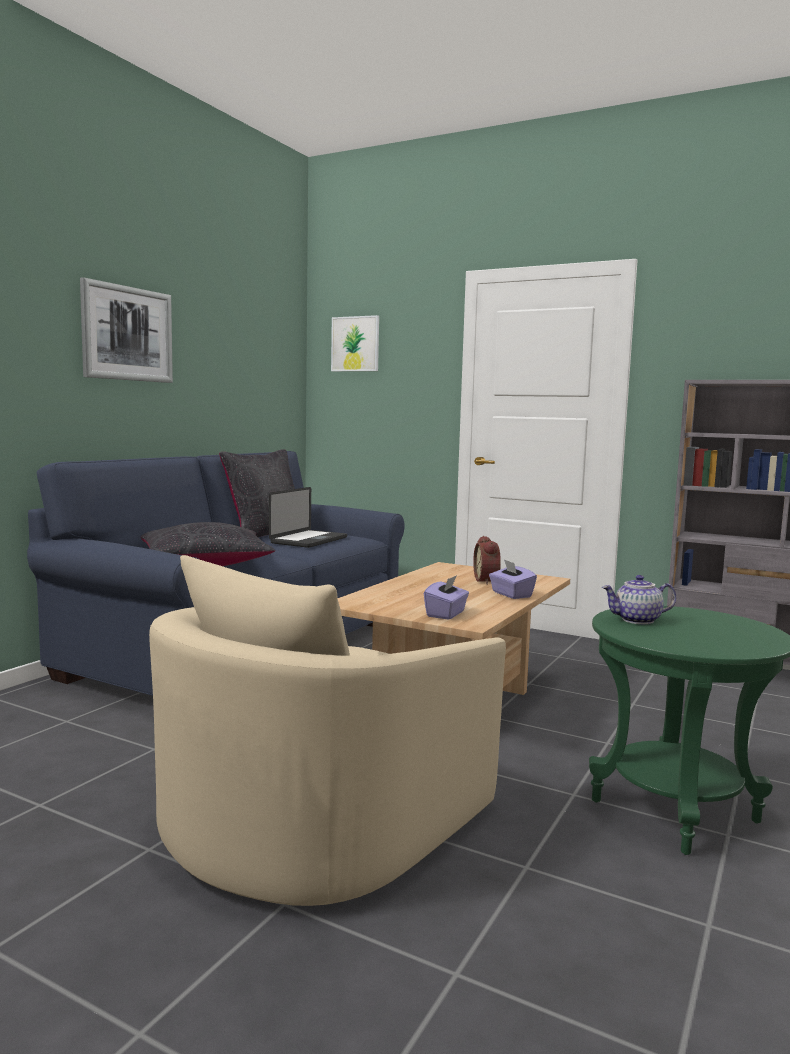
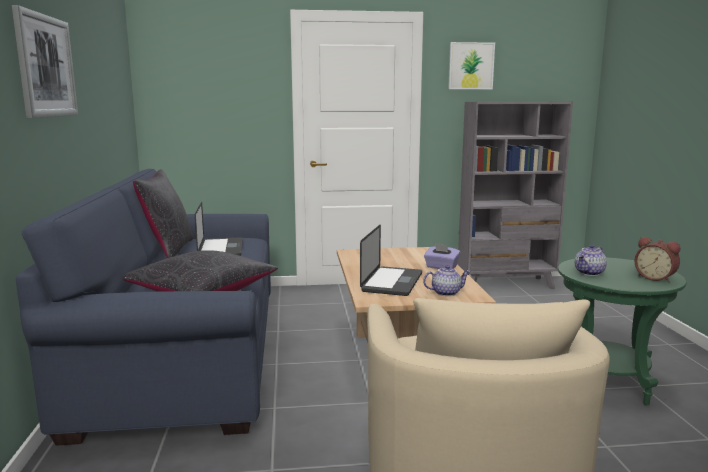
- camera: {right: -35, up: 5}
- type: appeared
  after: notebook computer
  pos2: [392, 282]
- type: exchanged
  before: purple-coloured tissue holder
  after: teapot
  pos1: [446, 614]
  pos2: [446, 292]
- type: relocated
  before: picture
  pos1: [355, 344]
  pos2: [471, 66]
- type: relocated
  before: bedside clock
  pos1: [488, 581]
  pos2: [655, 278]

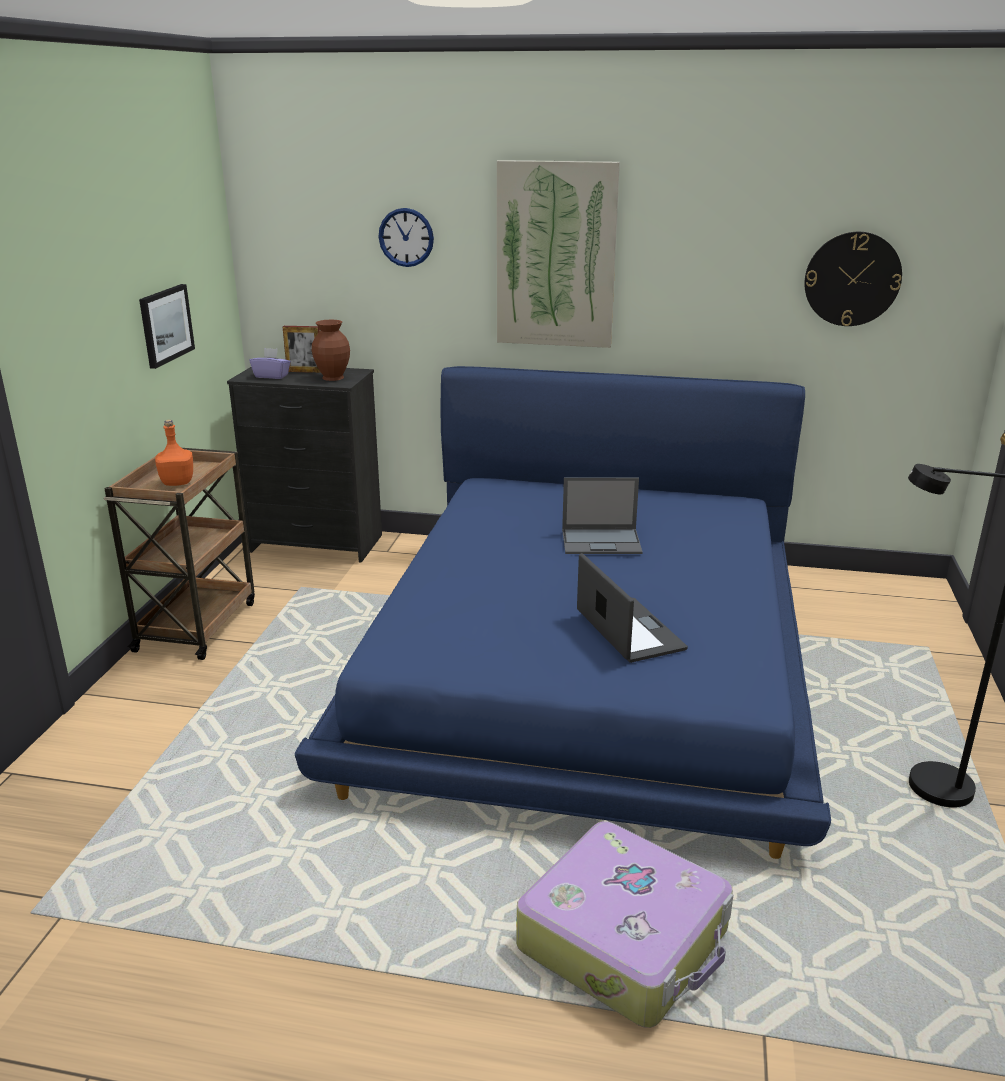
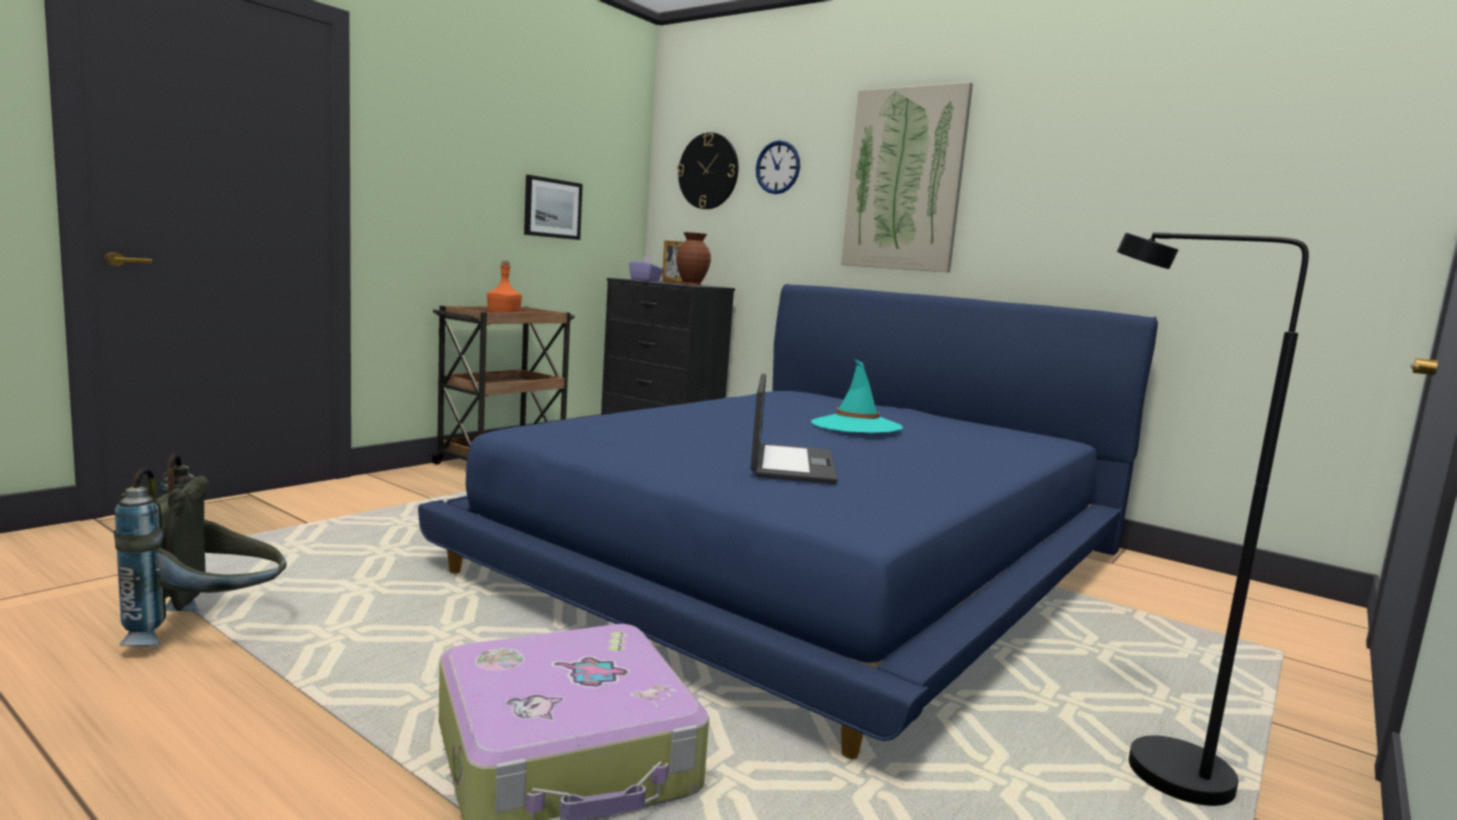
- camera: {right: 25, up: -15}
- type: appeared
  after: greyish backpack
  pos2: [210, 630]
- type: relocated
  before: clock on the wall
  pos1: [852, 279]
  pos2: [708, 171]
- type: exchanged
  before: notebook computer
  after: blue-green wearable hat
  pos1: [602, 541]
  pos2: [855, 426]

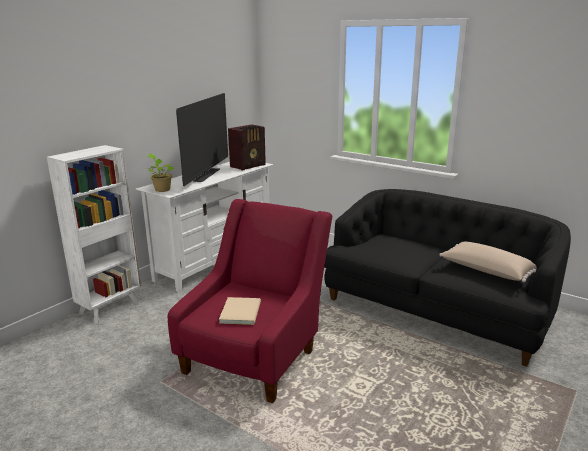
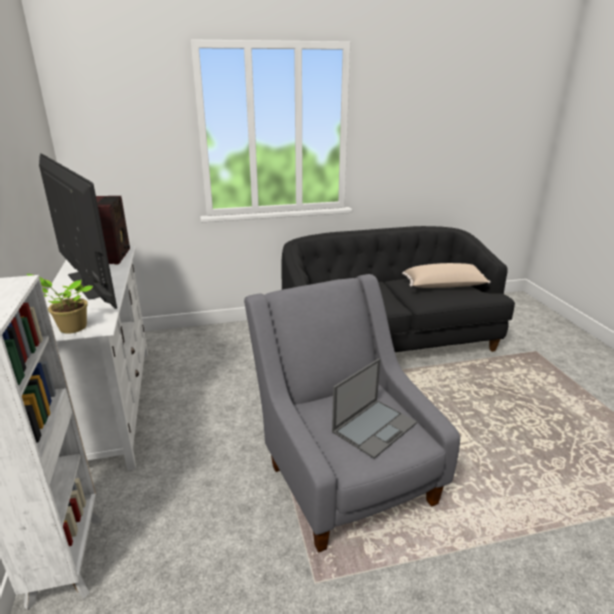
- camera: {right: -50, up: 5}
- type: colour
  before: red-coloured armchair
  after: greyish armchair
  pos1: [255, 355]
  pos2: [344, 473]
- type: exchanged
  before: beige volume
  after: notebook computer
  pos1: [242, 311]
  pos2: [375, 427]

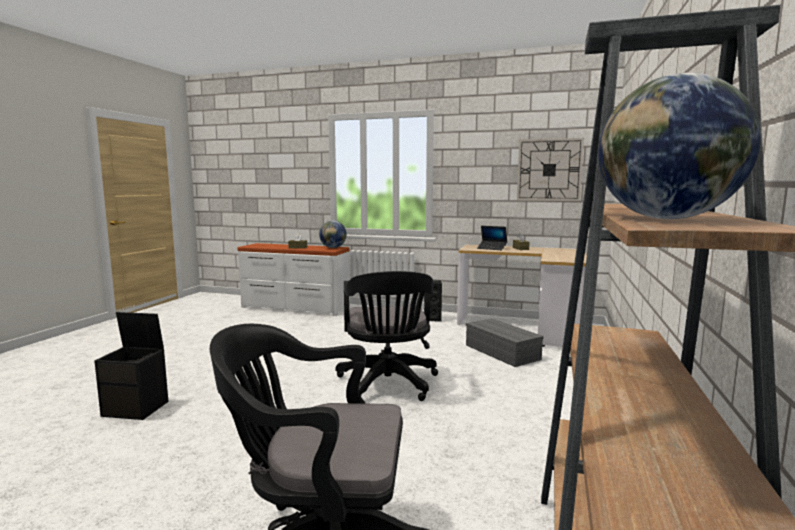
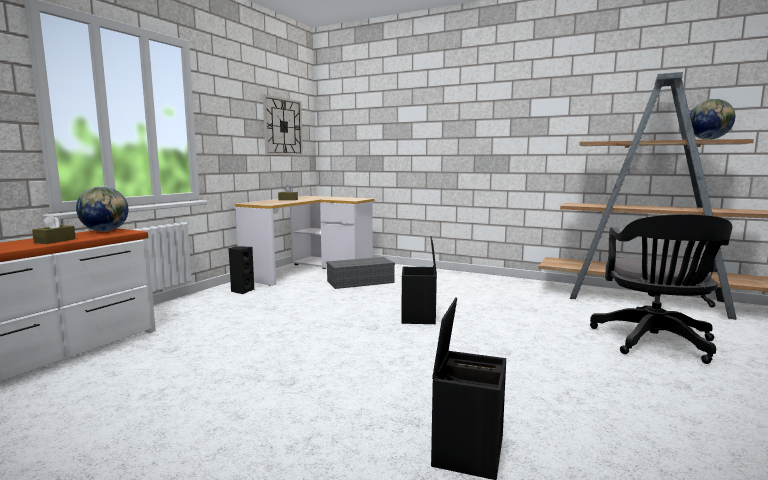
- camera: {right: -80, up: 0}
- type: exchanged
  before: black desk chair
  after: black storage bin
  pos1: [388, 385]
  pos2: [419, 317]
- type: missing
  before: notebook computer
  pos1: [492, 248]

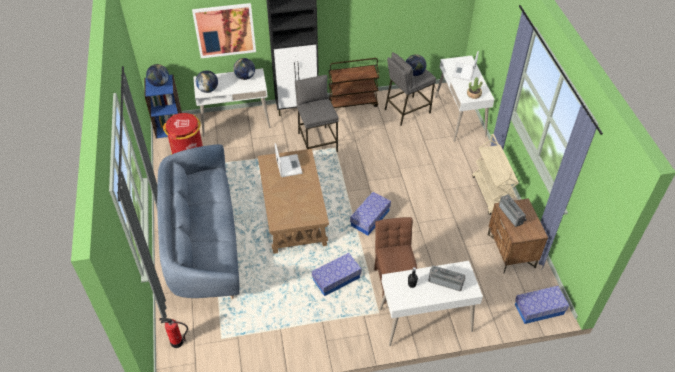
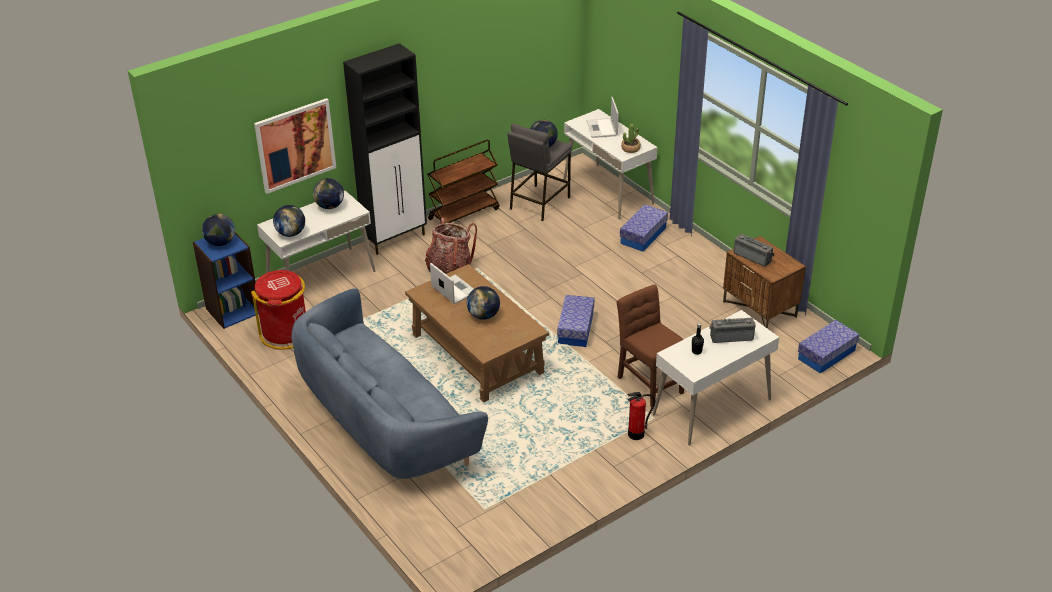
- camera: {right: -25, up: -10}
- type: exchanged
  before: greyish stool seat
  after: backpack
  pos1: [317, 142]
  pos2: [450, 269]
- type: appeared
  after: globe
  pos2: [483, 315]
- type: relocated
  before: storage bin
  pos1: [336, 279]
  pos2: [643, 235]
- type: relocated
  before: extinguisher
  pos1: [177, 342]
  pos2: [636, 434]
- type: missing
  before: beige wheeled cart
  pos1: [491, 194]

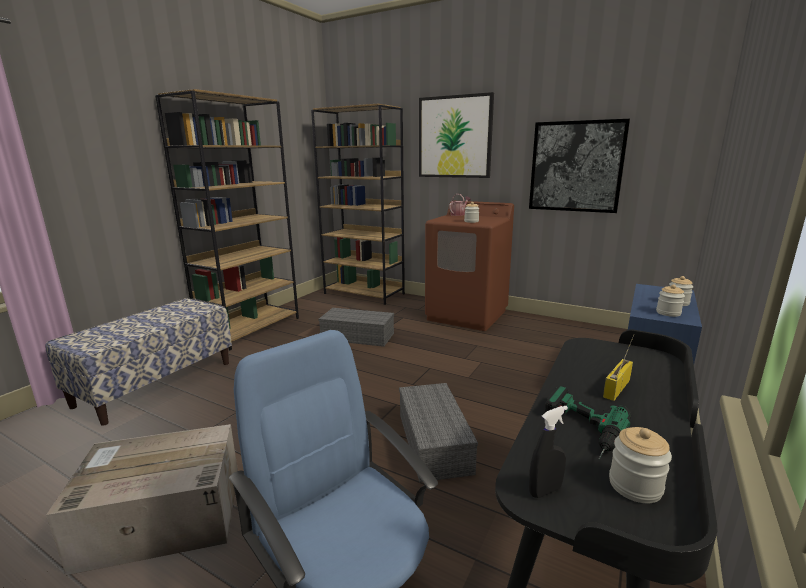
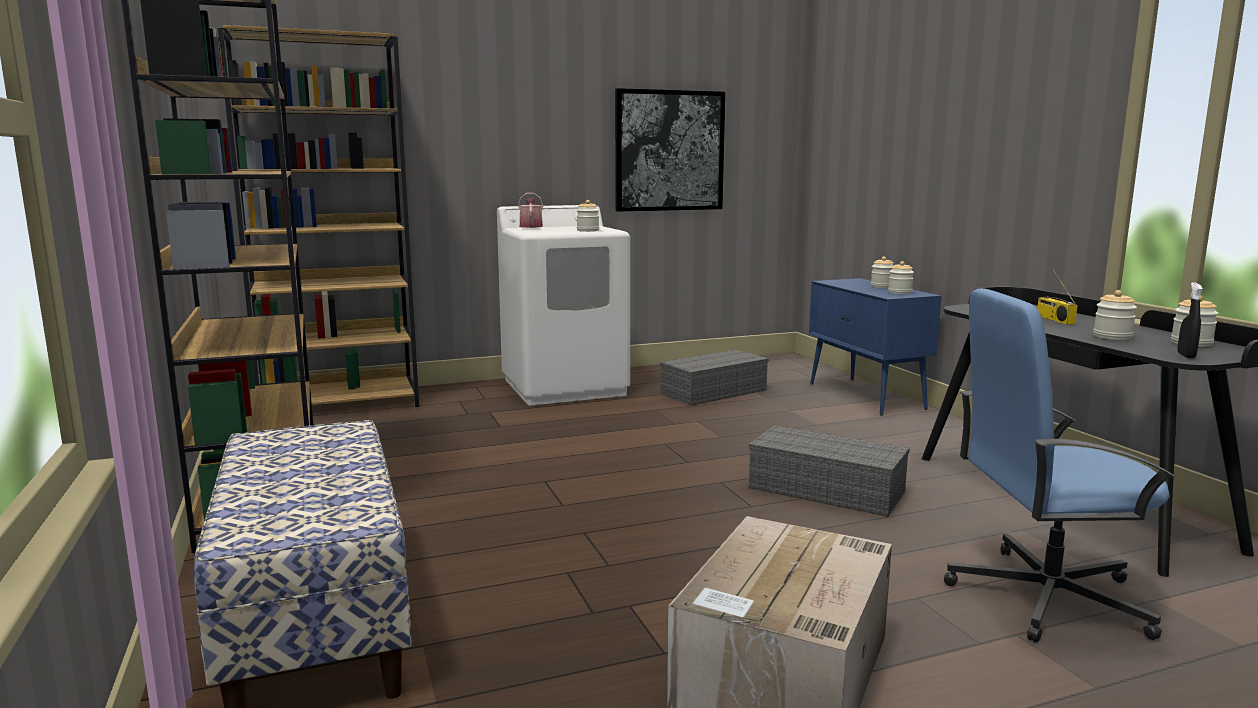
- camera: {right: -50, up: -5}
- type: colour
  before: brown-coloured laundry appliance
  after: white laundry appliance
  pos1: [467, 315]
  pos2: [565, 387]
- type: relocated
  before: greyish storage bin
  pos1: [359, 336]
  pos2: [714, 391]
- type: exchanged
  before: power drill
  after: preserve jar
  pos1: [580, 430]
  pos2: [1112, 337]
- type: missing
  before: picture
  pos1: [454, 137]

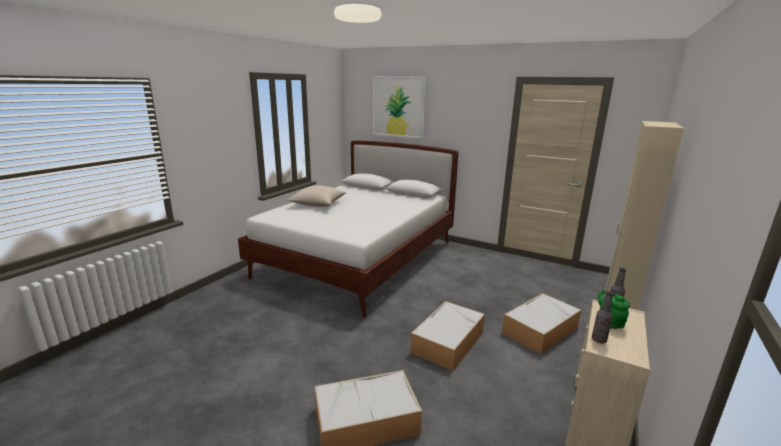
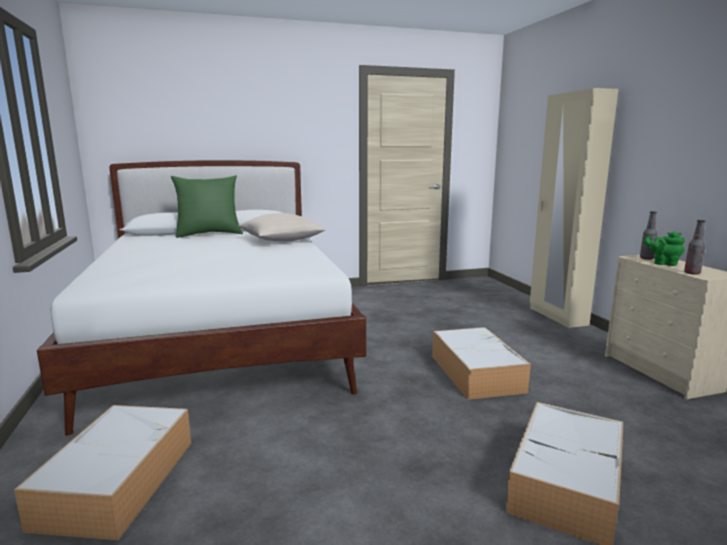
- camera: {right: -45, up: -5}
- type: relocated
  before: storage bin
  pos1: [540, 329]
  pos2: [118, 480]
- type: appeared
  after: greenish pillow
  pos2: [209, 234]
- type: relocated
  before: beige pillow
  pos1: [318, 204]
  pos2: [281, 240]
- type: missing
  before: picture
  pos1: [399, 107]

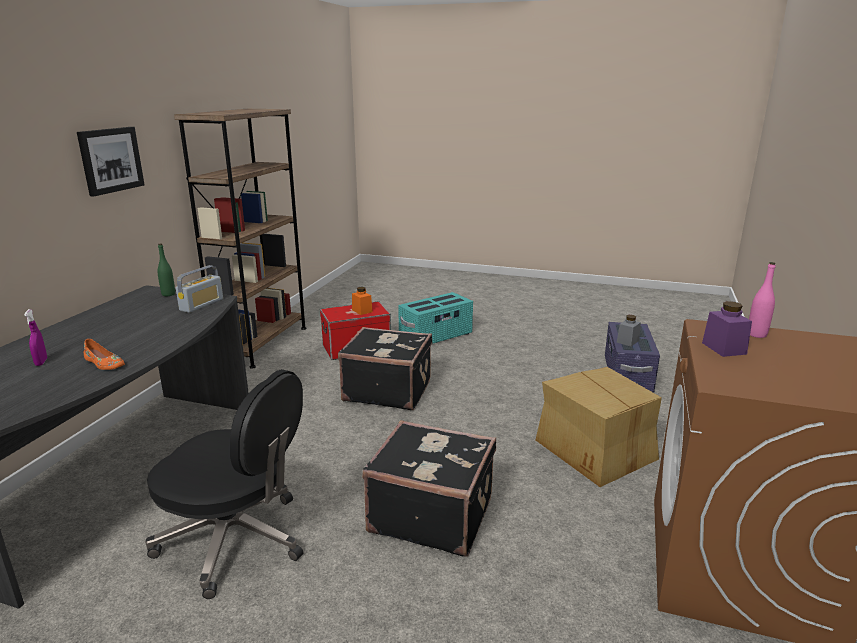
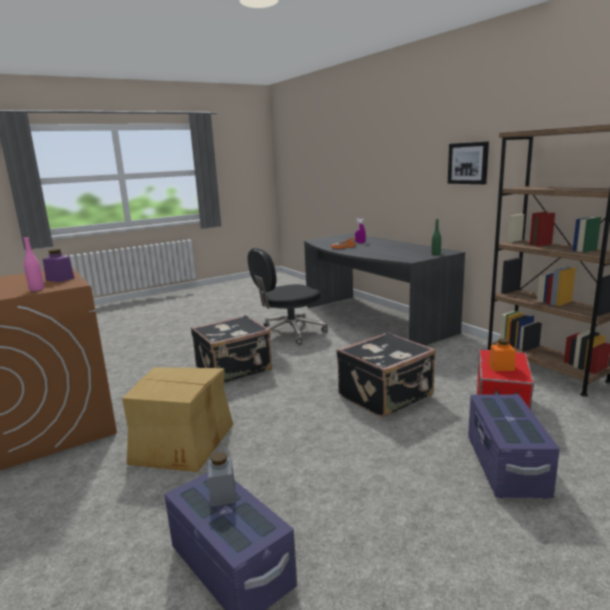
- camera: {right: 130, up: -5}
- type: colour
  before: blue-green storage bin
  after: purple-coloured storage bin
  pos1: [436, 336]
  pos2: [506, 467]
- type: missing
  before: radio receiver
  pos1: [201, 305]

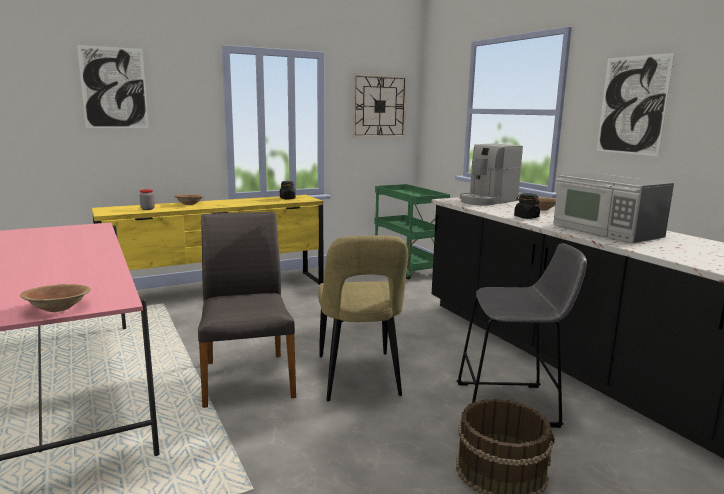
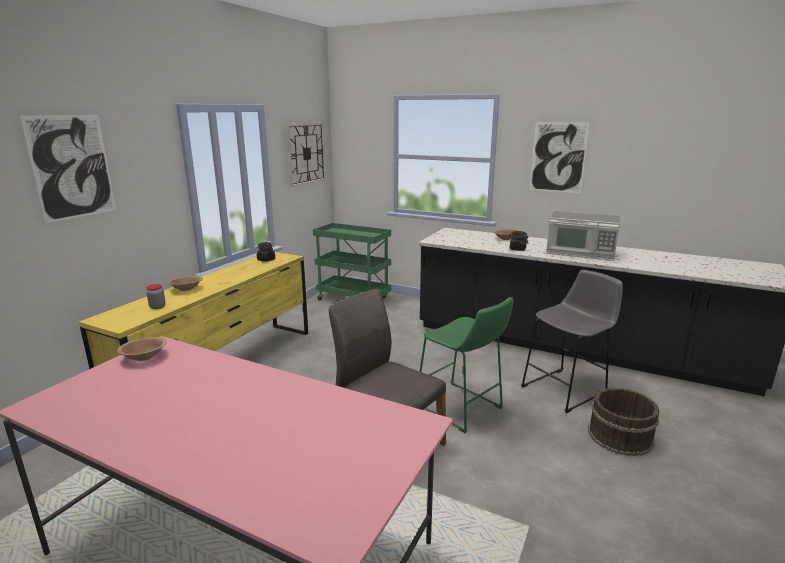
- camera: {right: -35, up: 5}
- type: relocated
  before: brown-coloured deep dish
  pos1: [58, 308]
  pos2: [144, 357]
- type: exchanged
  before: beige chair
  after: greenish stool seat
  pos1: [359, 378]
  pos2: [461, 409]
- type: missing
  before: coffee machine
  pos1: [487, 201]

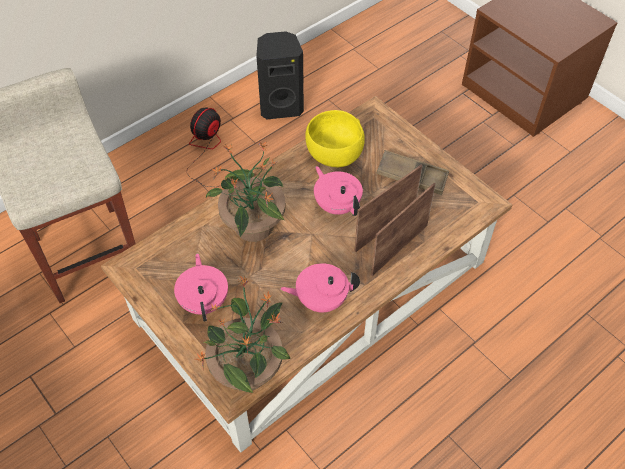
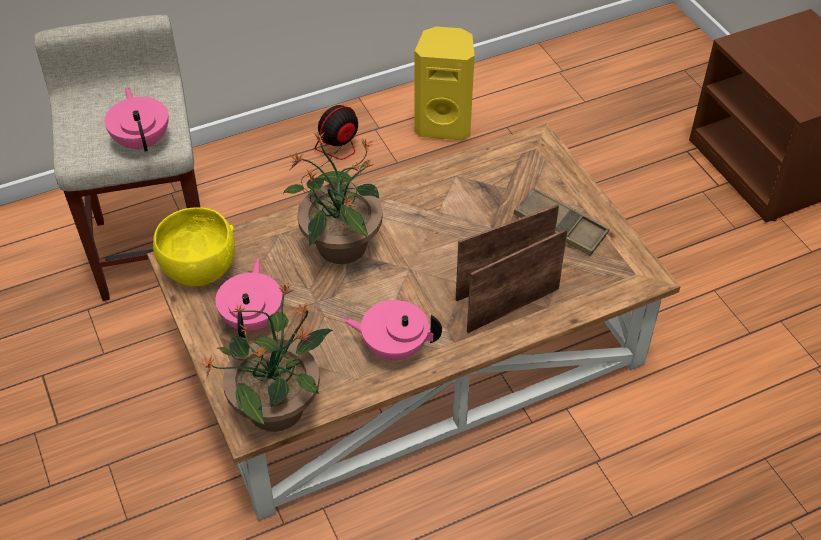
- camera: {right: 15, up: -5}
- type: relocated
  before: pink teapot
  pos1: [337, 205]
  pos2: [142, 141]
- type: relocated
  before: yellow-coloured deep dish
  pos1: [334, 154]
  pos2: [199, 268]
- type: colour
  before: black audio speaker
  after: yellow-coloured audio speaker
  pos1: [281, 106]
  pos2: [444, 125]

